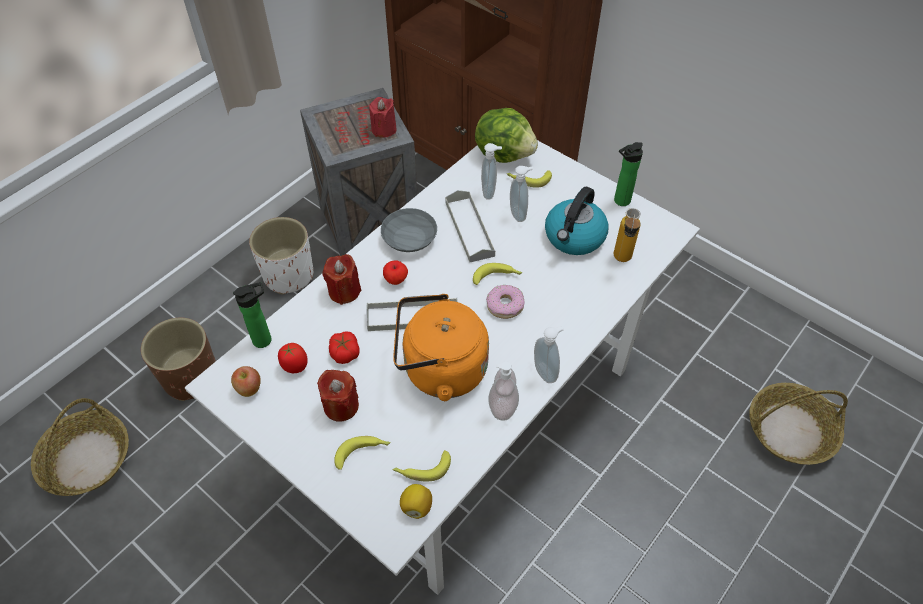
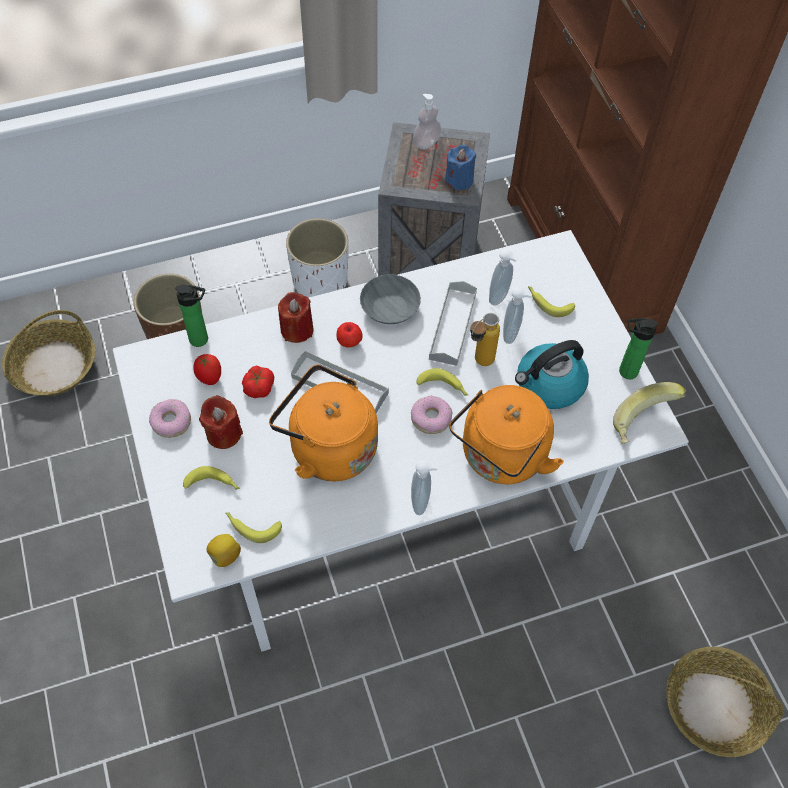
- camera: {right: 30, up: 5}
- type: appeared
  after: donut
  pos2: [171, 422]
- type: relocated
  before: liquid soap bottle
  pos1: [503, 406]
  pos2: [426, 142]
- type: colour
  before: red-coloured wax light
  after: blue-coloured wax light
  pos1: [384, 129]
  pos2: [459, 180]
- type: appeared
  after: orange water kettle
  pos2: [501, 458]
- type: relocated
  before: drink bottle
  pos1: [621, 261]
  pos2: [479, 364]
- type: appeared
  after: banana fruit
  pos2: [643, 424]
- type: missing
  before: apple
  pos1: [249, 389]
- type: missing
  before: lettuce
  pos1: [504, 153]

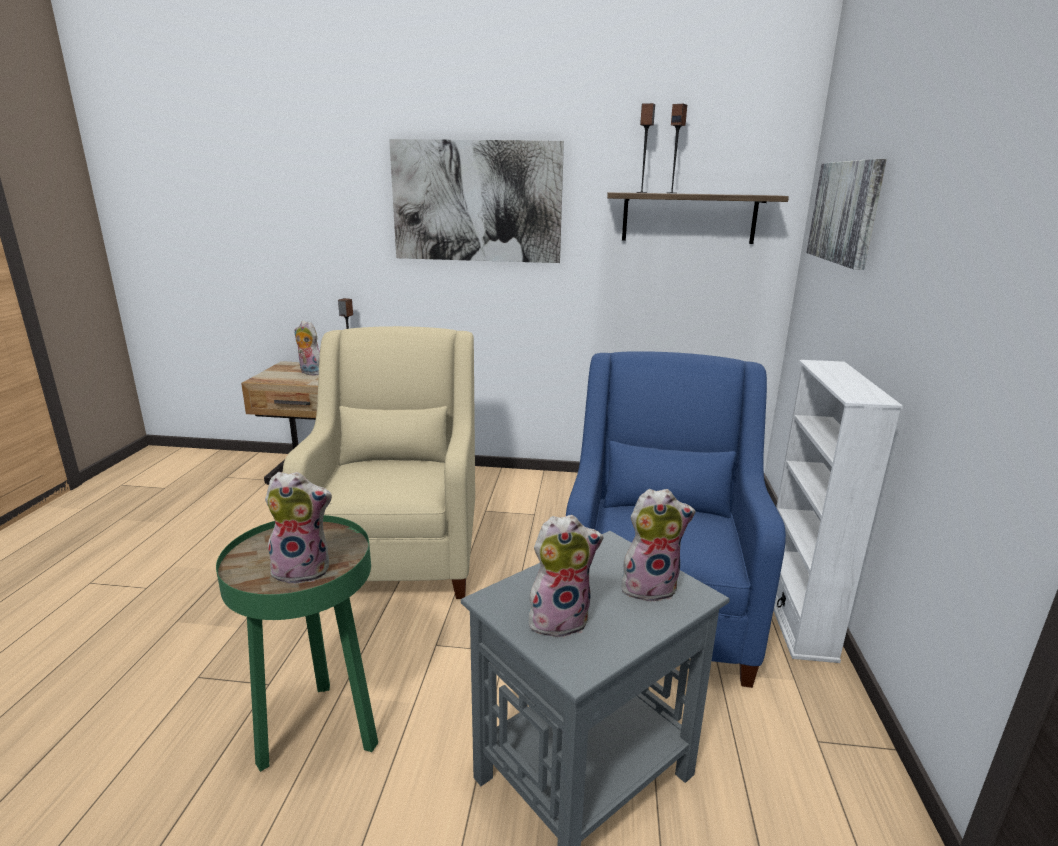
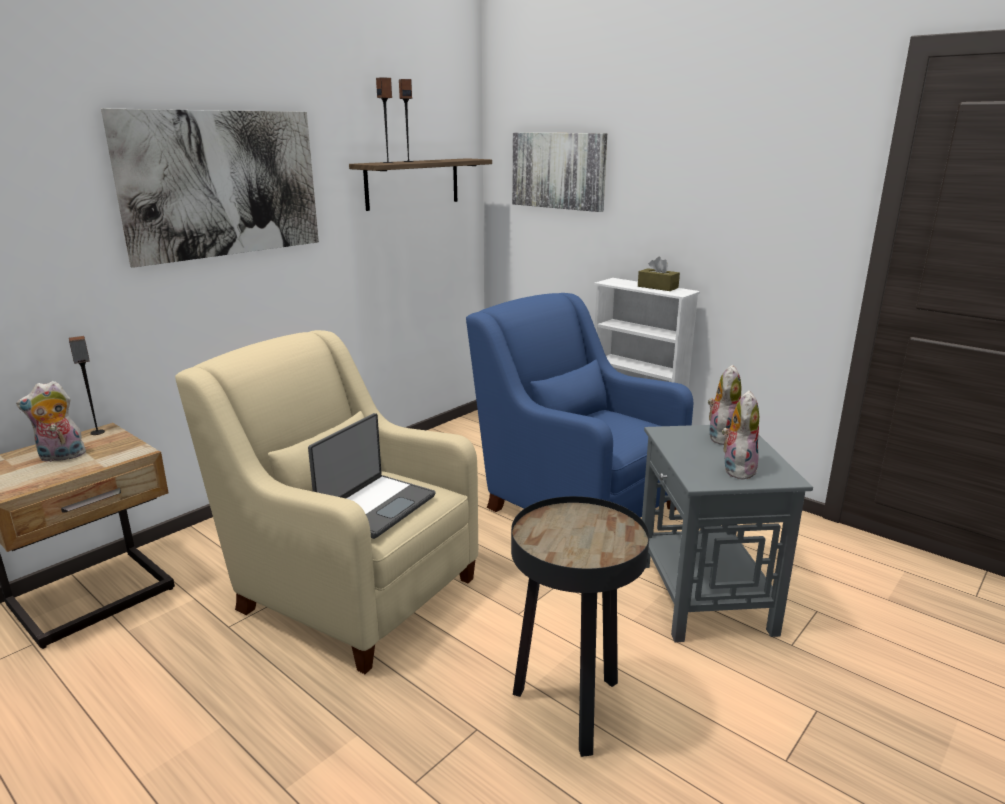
- camera: {right: -55, up: 0}
- type: appeared
  after: notebook computer
  pos2: [375, 506]
- type: colour
  before: greenish accent table
  after: black accent table
  pos1: [319, 734]
  pos2: [572, 709]
- type: appeared
  after: brown-coloured tissue holder
  pos2: [657, 287]
- type: missing
  before: plush toy
  pos1: [304, 569]

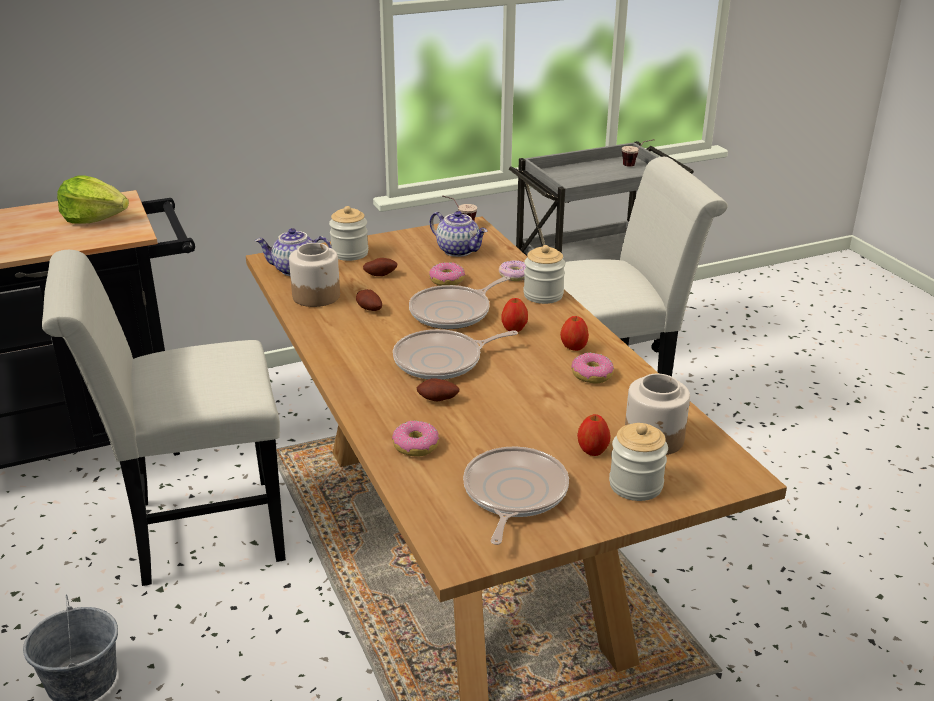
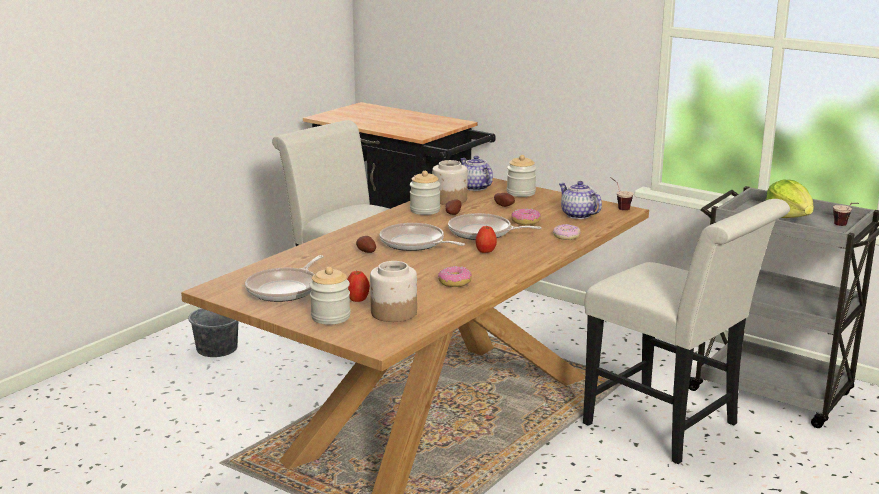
- camera: {right: 60, up: -10}
- type: spun
  before: skillet
  pos1: [513, 494]
  pos2: [285, 289]
  turn: 135
- type: relocated
  before: preserve jar
  pos1: [543, 295]
  pos2: [425, 210]
- type: spun
  before: teapot
  pos1: [459, 250]
  pos2: [577, 215]
  turn: 135
- type: relocated
  before: lettuce
  pos1: [94, 218]
  pos2: [788, 216]
- type: missing
  before: donut
  pos1: [415, 446]
- type: missing
  before: apple
  pos1: [573, 348]

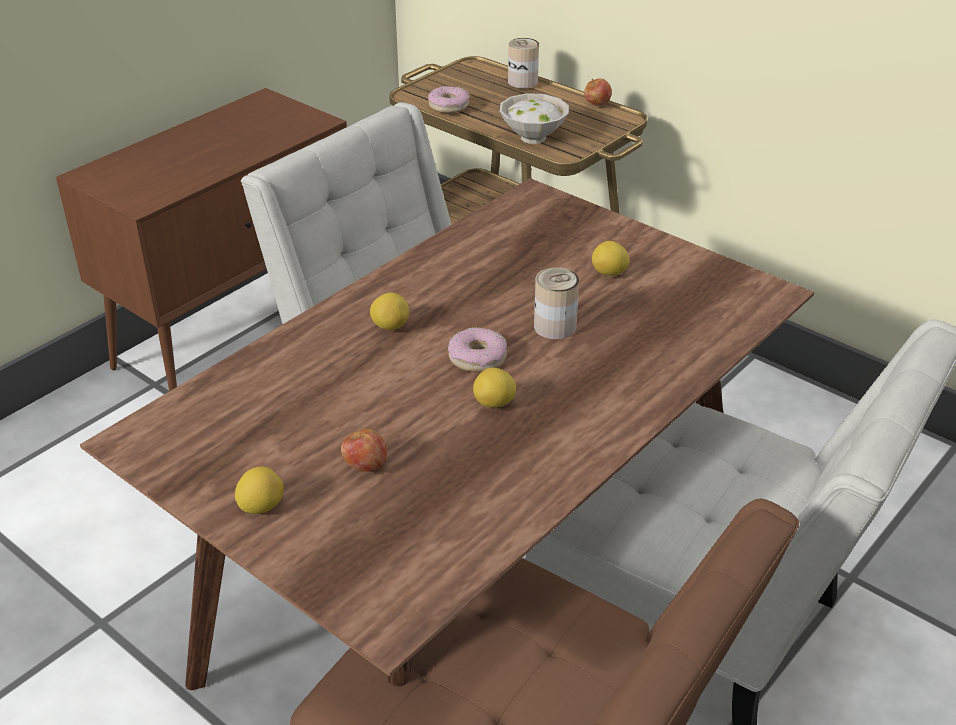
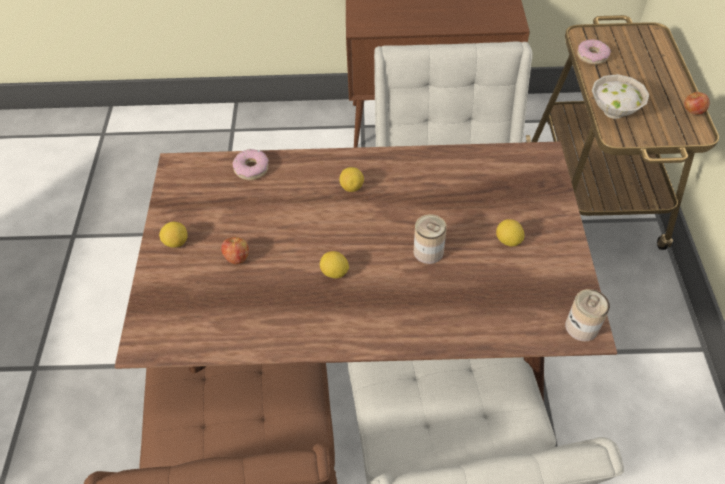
- camera: {right: 50, up: 15}
- type: relocated
  before: donut
  pos1: [477, 358]
  pos2: [251, 169]
- type: relocated
  before: metal can
  pos1: [522, 82]
  pos2: [581, 327]

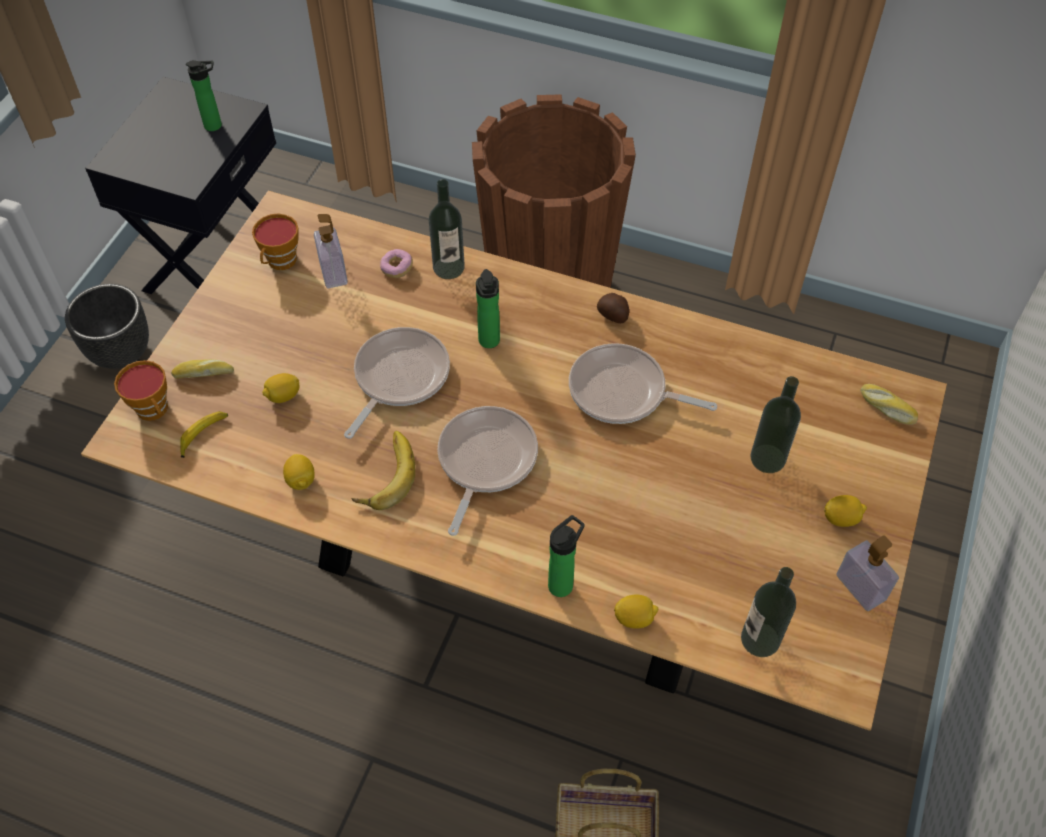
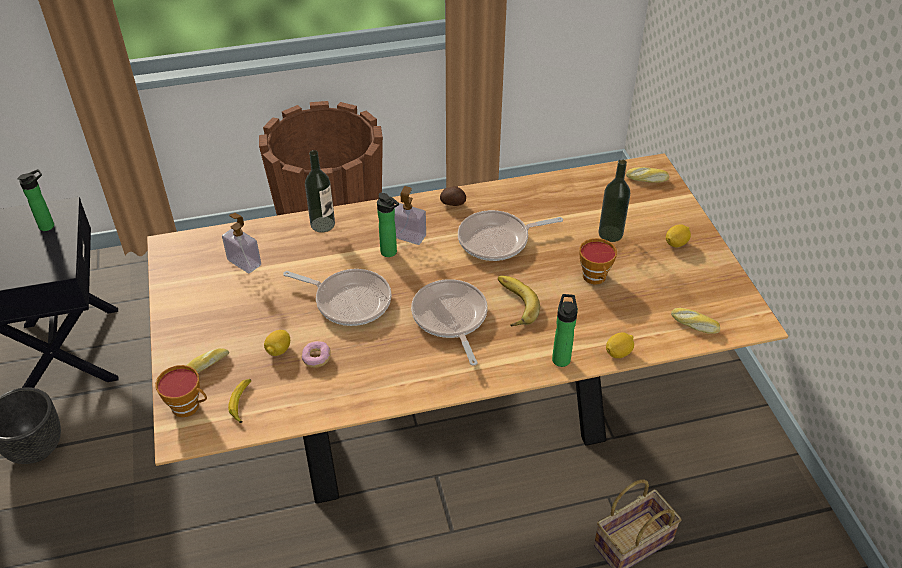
- camera: {right: -35, up: -10}
- type: spun
  before: skillet
  pos1: [398, 378]
  pos2: [349, 301]
  turn: 120
- type: relocated
  before: donut
  pos1: [397, 268]
  pos2: [316, 358]
- type: relocated
  before: liquid soap bottle
  pos1: [860, 587]
  pos2: [408, 236]
- type: relocated
  before: banana fruit
  pos1: [384, 474]
  pos2: [512, 304]
- type: relocated
  before: small cup
  pos1: [280, 262]
  pos2: [595, 278]
- type: exchanged
  before: drink bottle
  after: bread
  pos1: [760, 639]
  pos2: [694, 325]
- type: missing
  before: citrus fruit
  pos1: [301, 480]

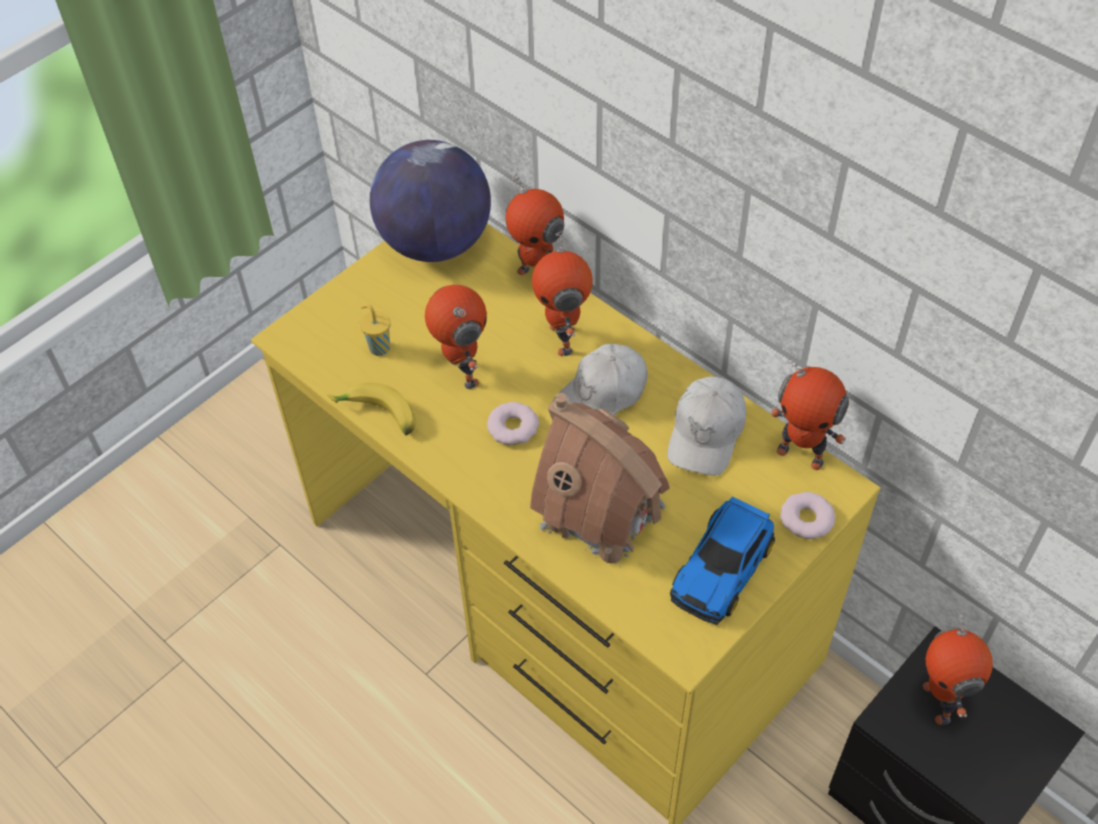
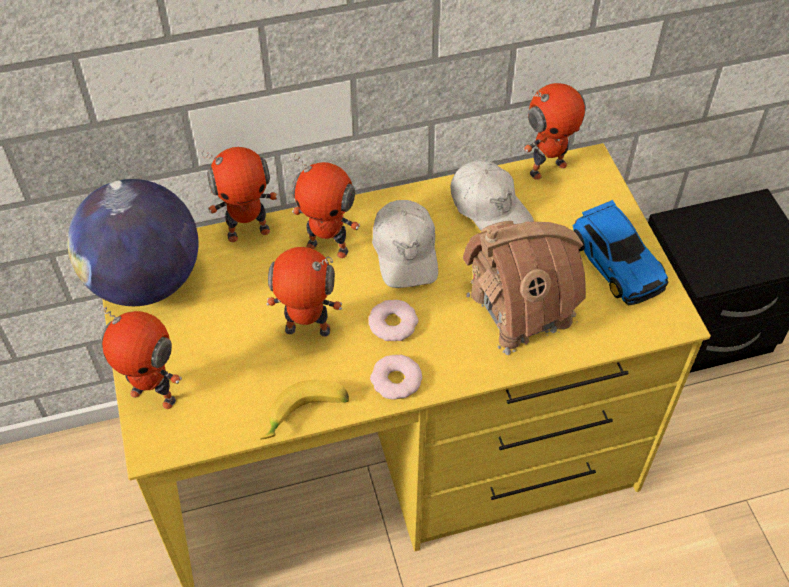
- camera: {right: -60, up: 0}
- type: relocated
  before: model robot
  pos1: [939, 702]
  pos2: [154, 394]
- type: relocated
  before: donut
  pos1: [806, 519]
  pos2: [396, 380]
- type: missing
  before: yellow-coloured small cup
  pos1: [378, 347]

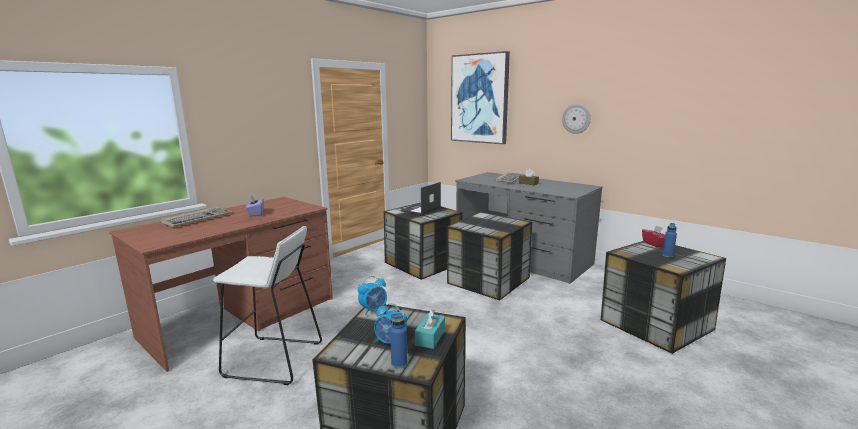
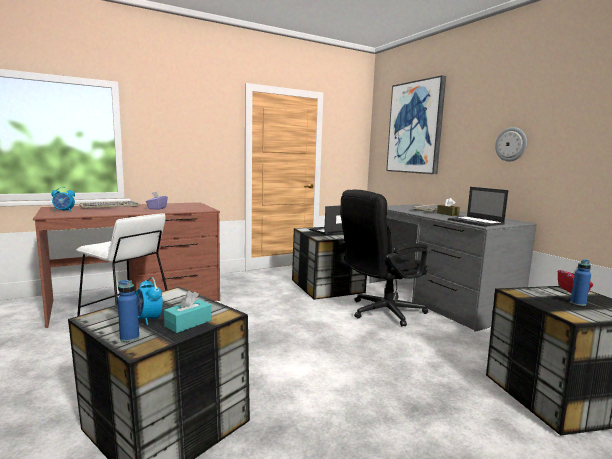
- camera: {right: 20, up: -5}
- type: relocated
  before: bedside clock
  pos1: [373, 310]
  pos2: [64, 211]
- type: exchanged
  before: storage bin
  after: black desk chair
  pos1: [487, 281]
  pos2: [380, 312]
- type: appeared
  after: notebook computer
  pos2: [476, 222]

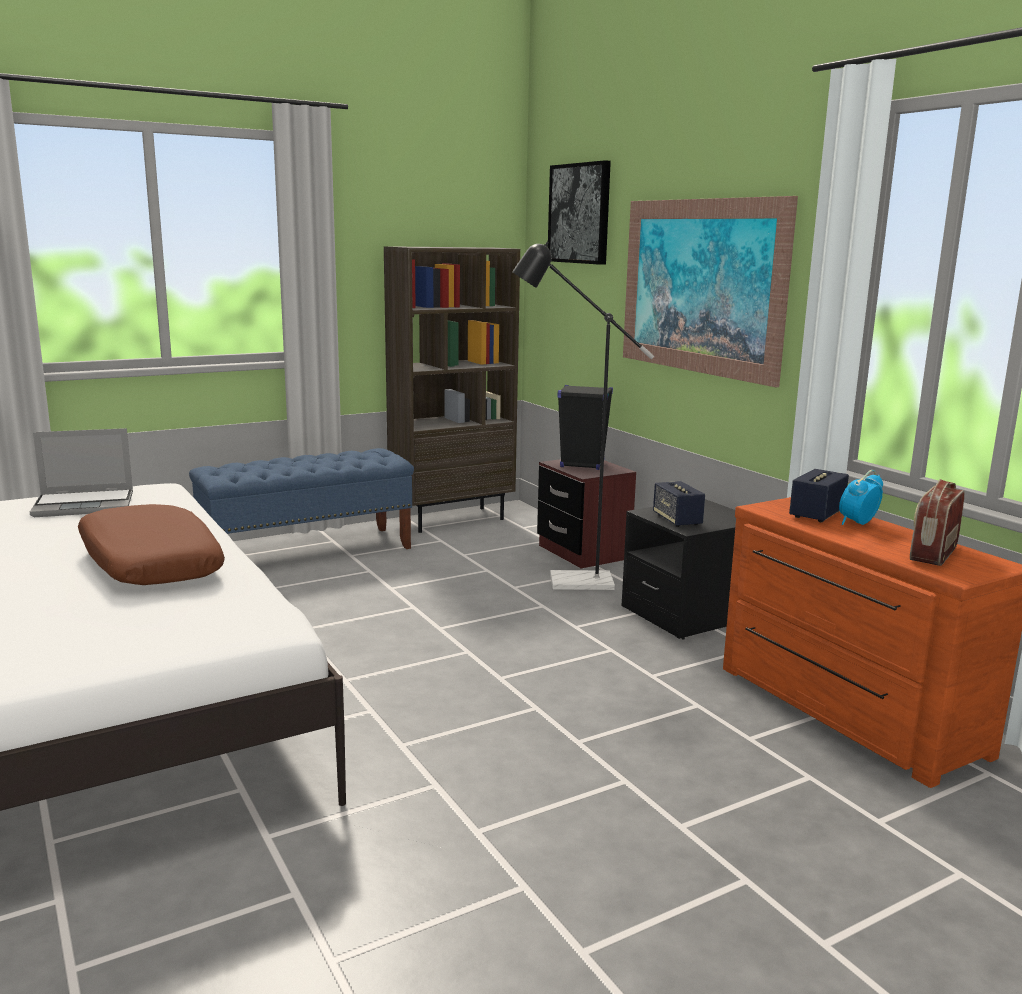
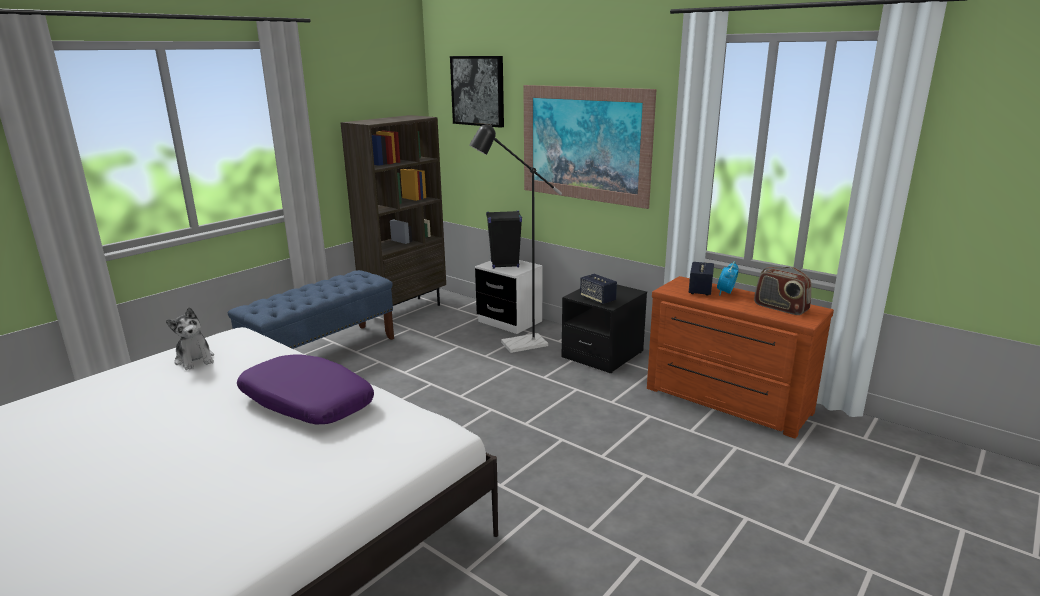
- camera: {right: -20, up: 5}
- type: exchanged
  before: notebook computer
  after: plush toy
  pos1: [86, 505]
  pos2: [195, 360]
- type: colour
  before: brown-coloured pillow
  after: purple-coloured pillow
  pos1: [149, 564]
  pos2: [305, 403]
- type: colour
  before: brown-coloured nightstand
  after: white nightstand
  pos1: [583, 552]
  pos2: [509, 321]
- type: spun
  before: radio receiver
  pos1: [932, 554]
  pos2: [780, 308]
  turn: -60

